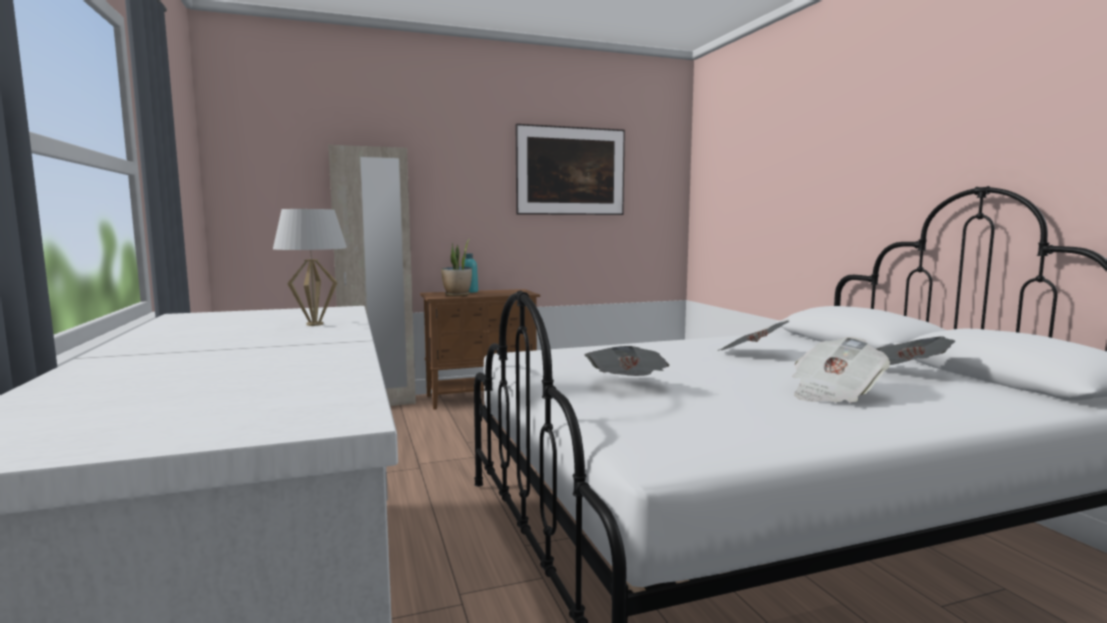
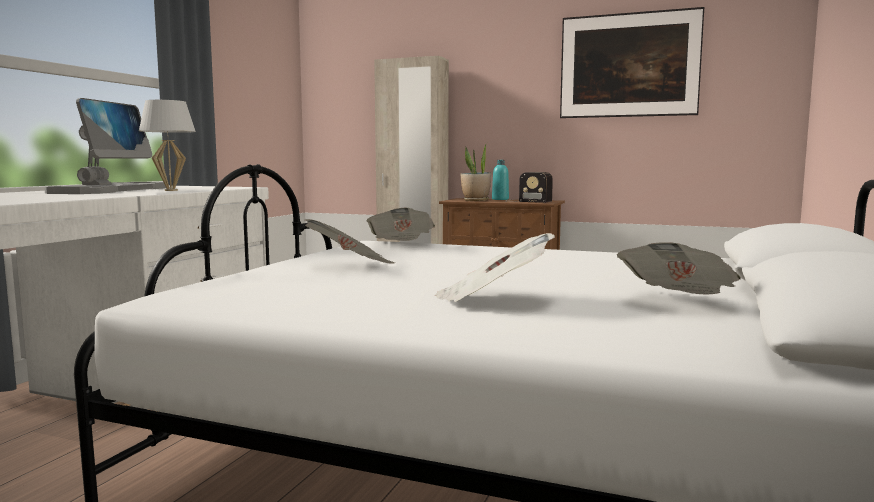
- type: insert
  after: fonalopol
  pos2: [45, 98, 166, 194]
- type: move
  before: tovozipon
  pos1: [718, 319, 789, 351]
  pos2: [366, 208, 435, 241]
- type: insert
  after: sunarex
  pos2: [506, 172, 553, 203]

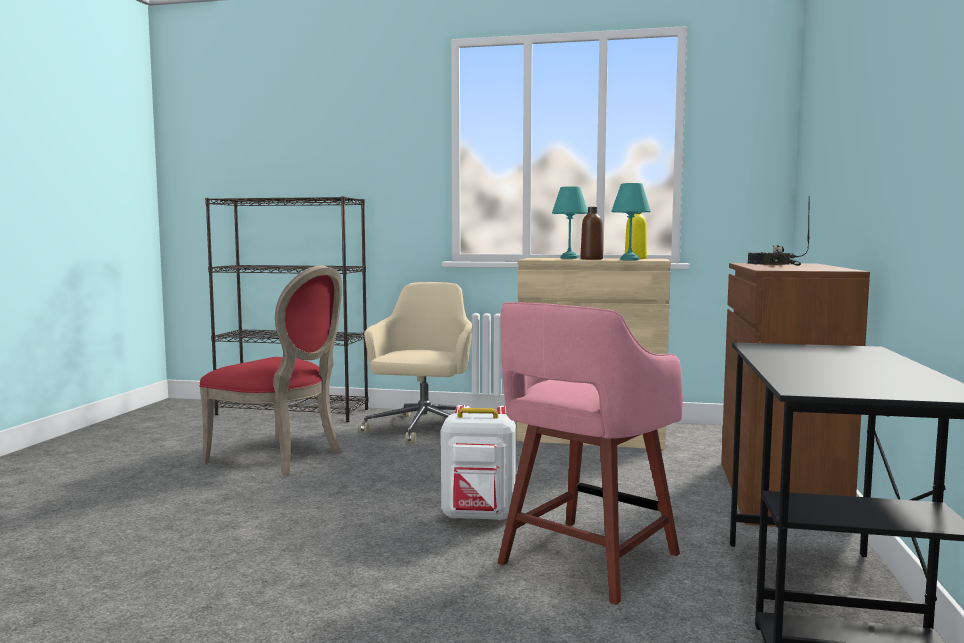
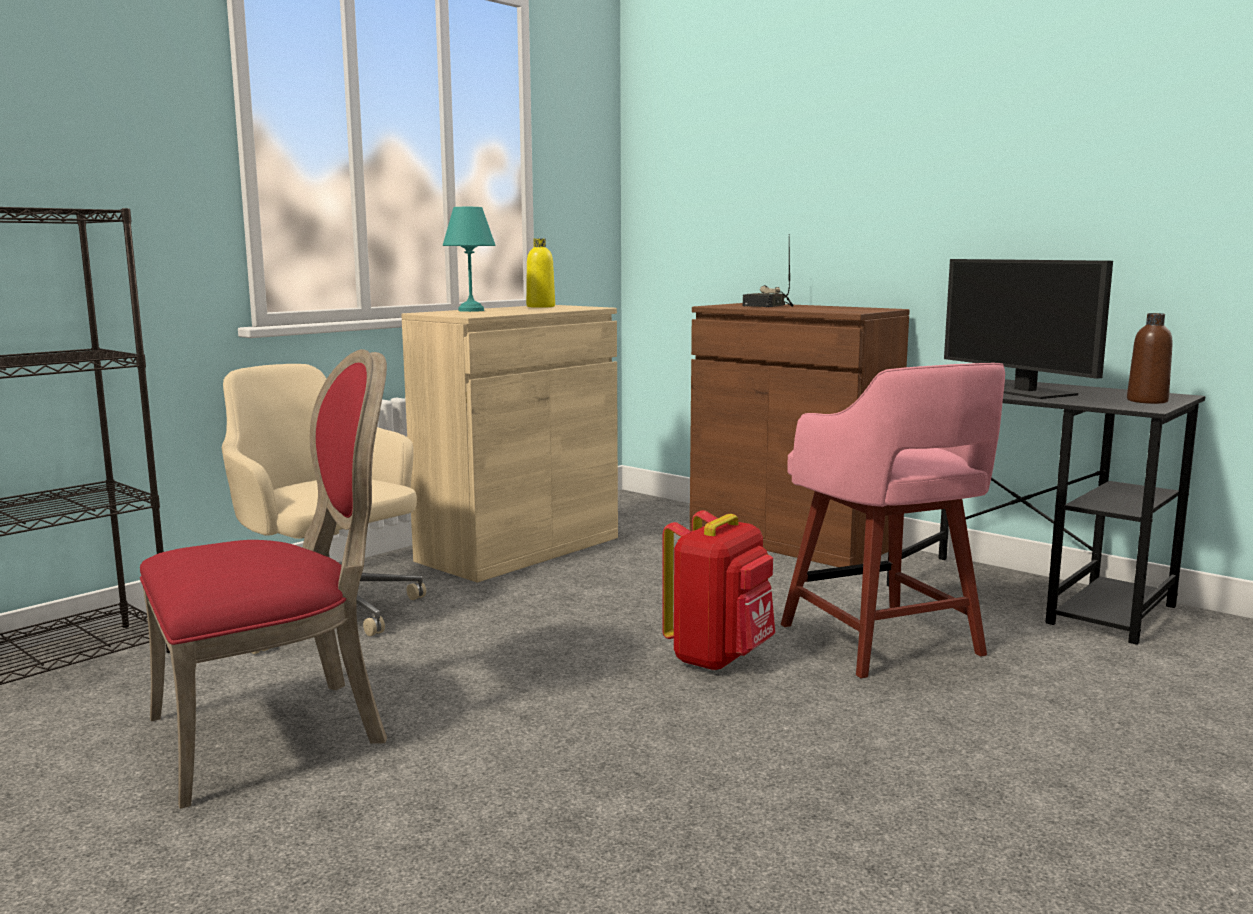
- type: recolor
  before: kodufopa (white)
  after: kodufopa (red)
  pos1: [441, 405, 516, 521]
  pos2: [662, 510, 775, 671]
- type: insert
  after: fonalopol
  pos2: [944, 259, 1113, 399]
- type: move
  before: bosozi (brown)
  pos1: [580, 207, 603, 260]
  pos2: [1127, 313, 1173, 404]
- type: delete
  before: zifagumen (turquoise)
  pos1: [611, 183, 651, 260]

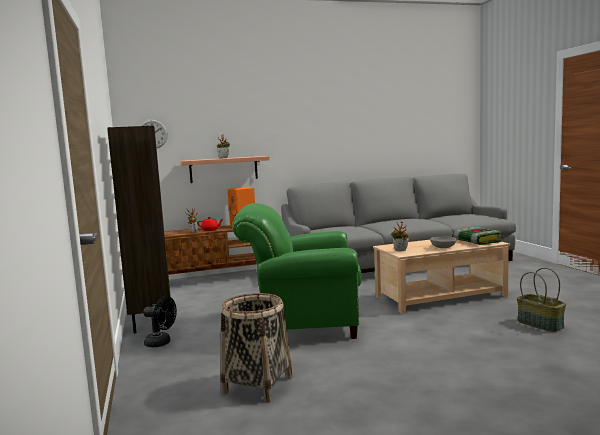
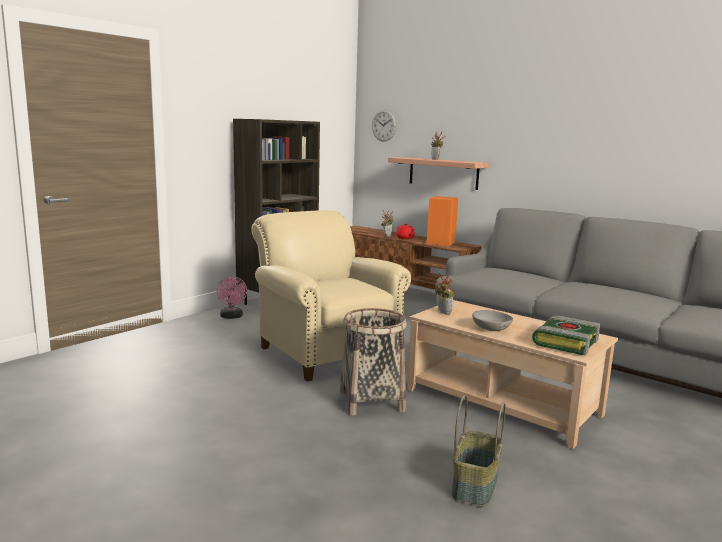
- type: recolor
  before: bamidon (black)
  after: bamidon (pink)
  pos1: [143, 296, 177, 347]
  pos2: [217, 276, 247, 319]
- type: recolor
  before: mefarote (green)
  after: mefarote (beige)
  pos1: [232, 203, 362, 339]
  pos2: [251, 210, 411, 382]
- type: move
  before: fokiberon
  pos1: [220, 293, 293, 402]
  pos2: [340, 308, 407, 415]

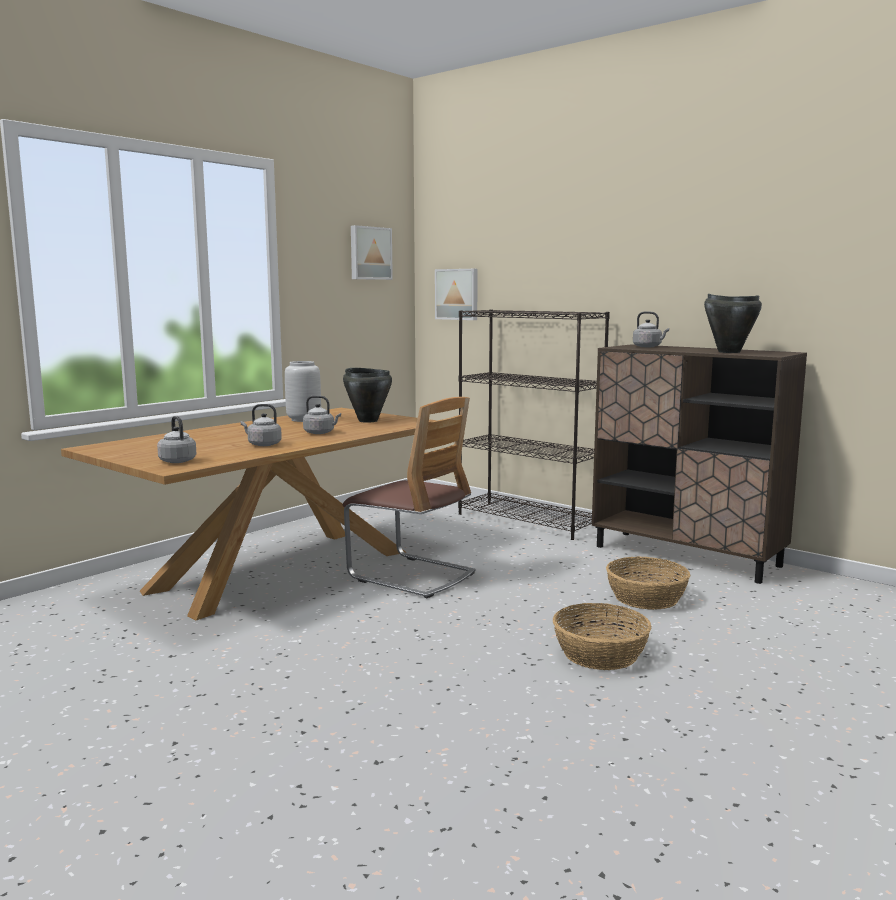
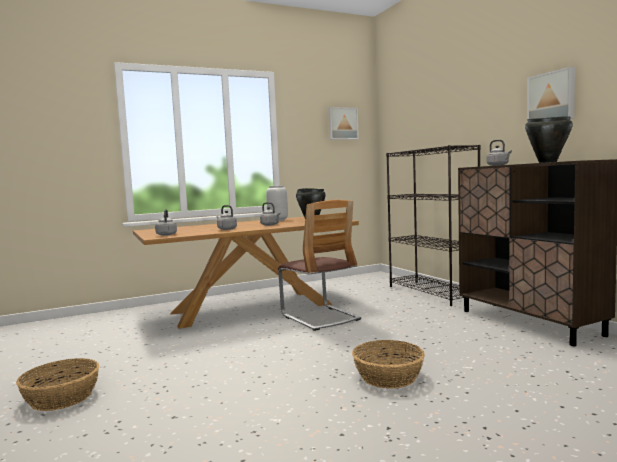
- type: move
  before: fokiberon
  pos1: [606, 556, 690, 610]
  pos2: [16, 358, 100, 411]
- type: move
  before: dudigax
  pos1: [435, 269, 478, 320]
  pos2: [527, 67, 575, 123]

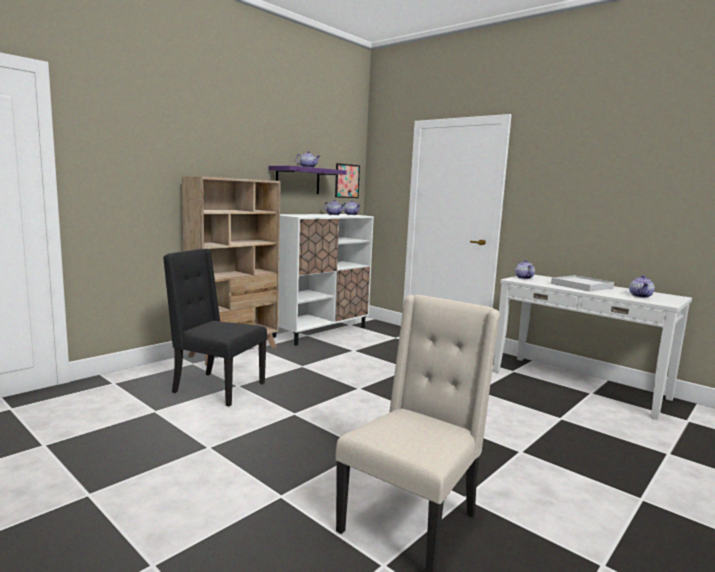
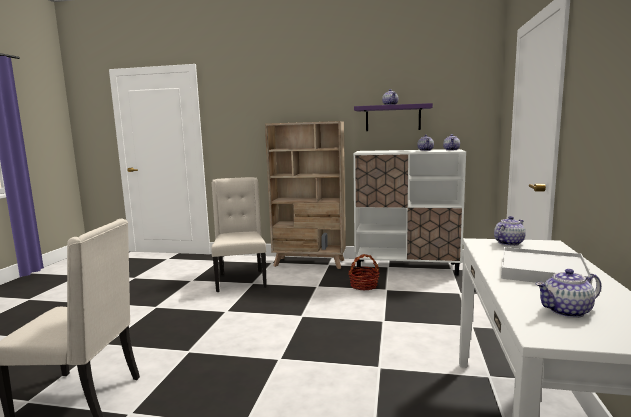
- type: recolor
  before: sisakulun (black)
  after: sisakulun (beige)
  pos1: [163, 249, 267, 407]
  pos2: [211, 177, 267, 292]
- type: insert
  after: fokiberon
  pos2: [349, 254, 380, 290]
- type: delete
  before: dudigax
  pos1: [335, 163, 360, 198]

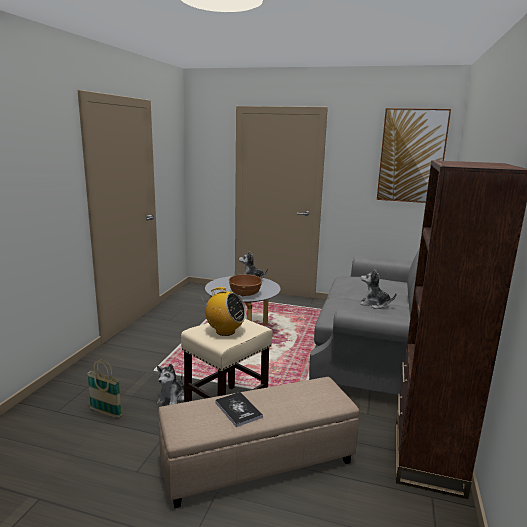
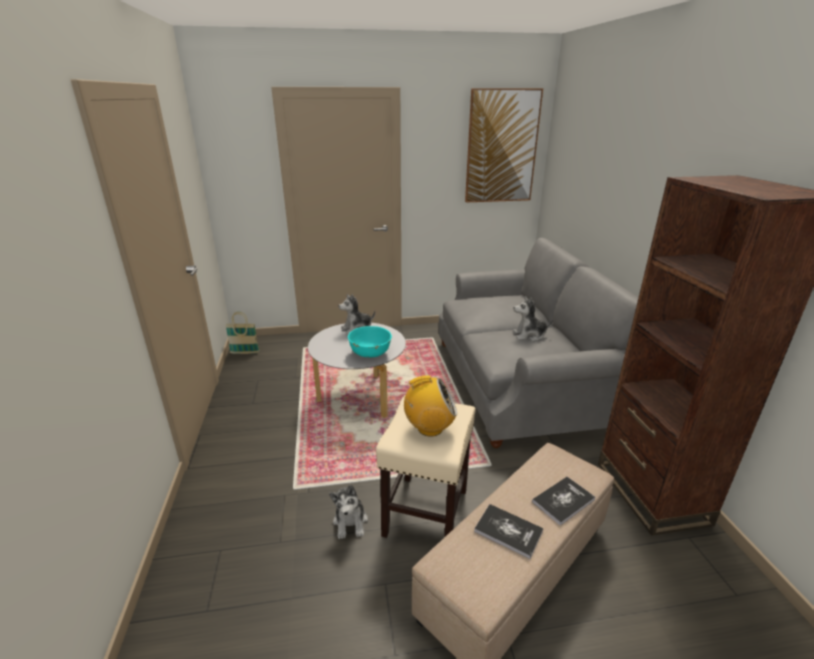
- type: move
  before: fokiberon
  pos1: [87, 359, 122, 418]
  pos2: [225, 312, 259, 354]
- type: recolor
  before: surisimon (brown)
  after: surisimon (turquoise)
  pos1: [229, 274, 262, 297]
  pos2: [348, 326, 392, 358]
- type: insert
  after: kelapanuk
  pos2: [532, 477, 595, 526]

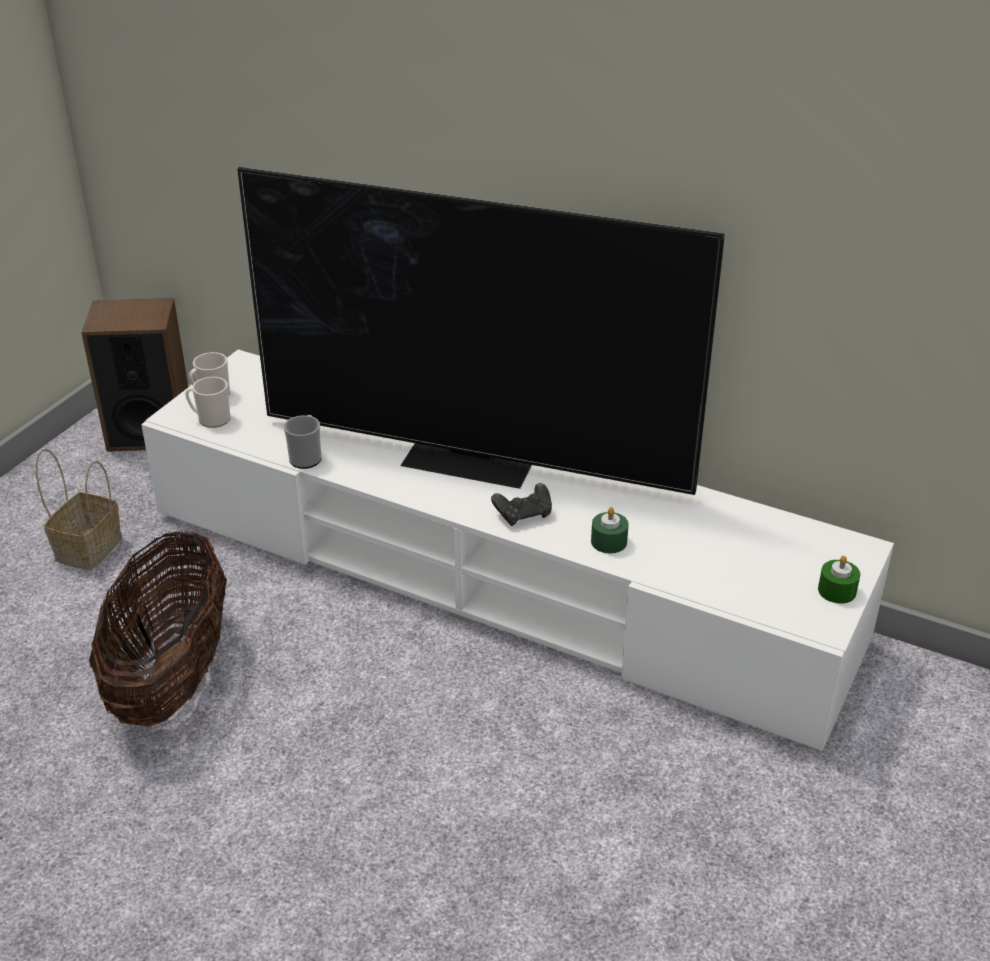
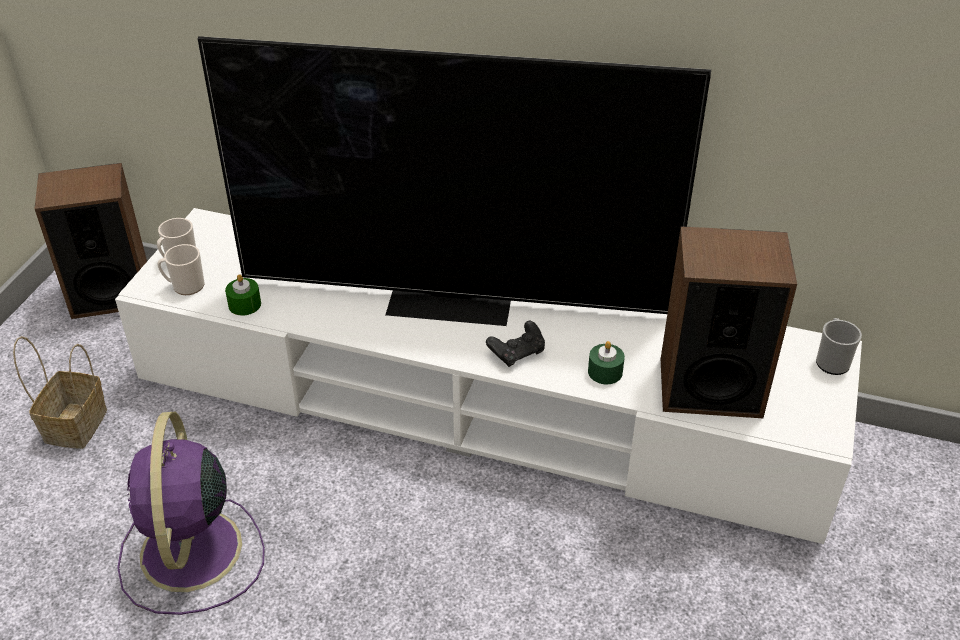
- type: replace
  before: fokiberon
  after: bamidon (purple)
  pos1: [89, 530, 227, 727]
  pos2: [117, 412, 265, 615]
- type: move
  before: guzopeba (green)
  pos1: [818, 556, 860, 604]
  pos2: [225, 274, 261, 316]
- type: insert
  after: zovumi
  pos2: [661, 226, 797, 418]
- type: move
  before: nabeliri
  pos1: [284, 415, 322, 469]
  pos2: [816, 318, 862, 375]

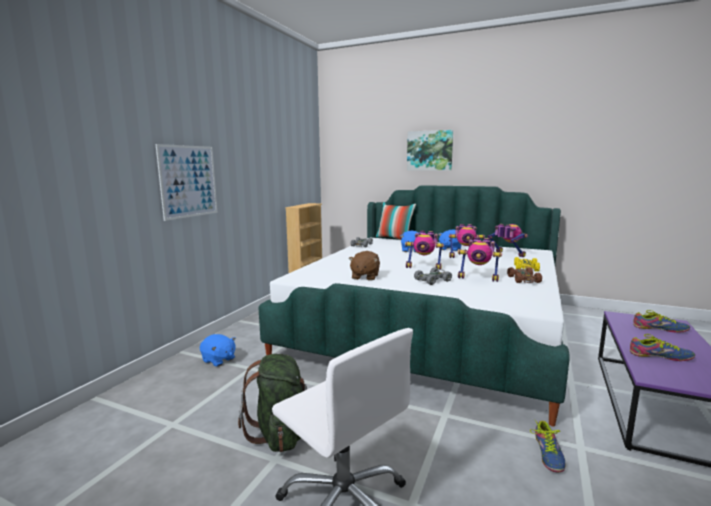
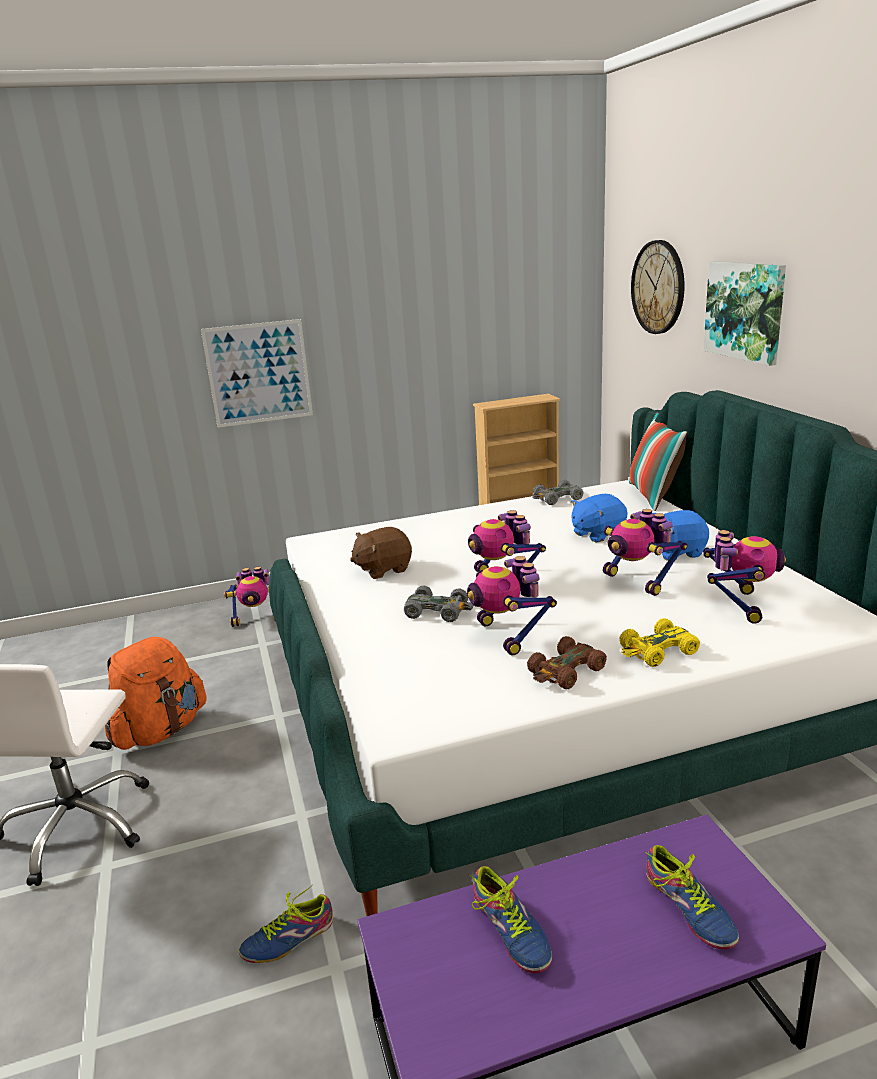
- type: recolor
  before: kodufopa (green)
  after: kodufopa (orange)
  pos1: [238, 354, 307, 452]
  pos2: [105, 637, 207, 750]
- type: replace
  before: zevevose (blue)
  after: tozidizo
  pos1: [200, 334, 236, 367]
  pos2: [224, 567, 275, 627]
- type: insert
  after: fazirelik
  pos2: [631, 240, 685, 334]

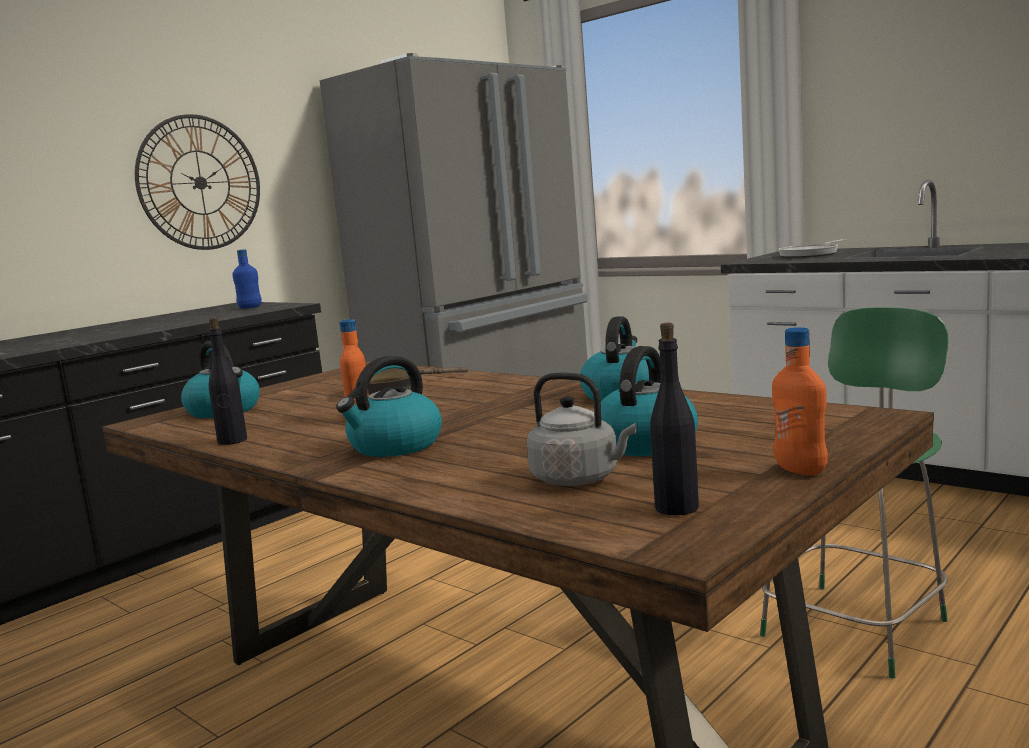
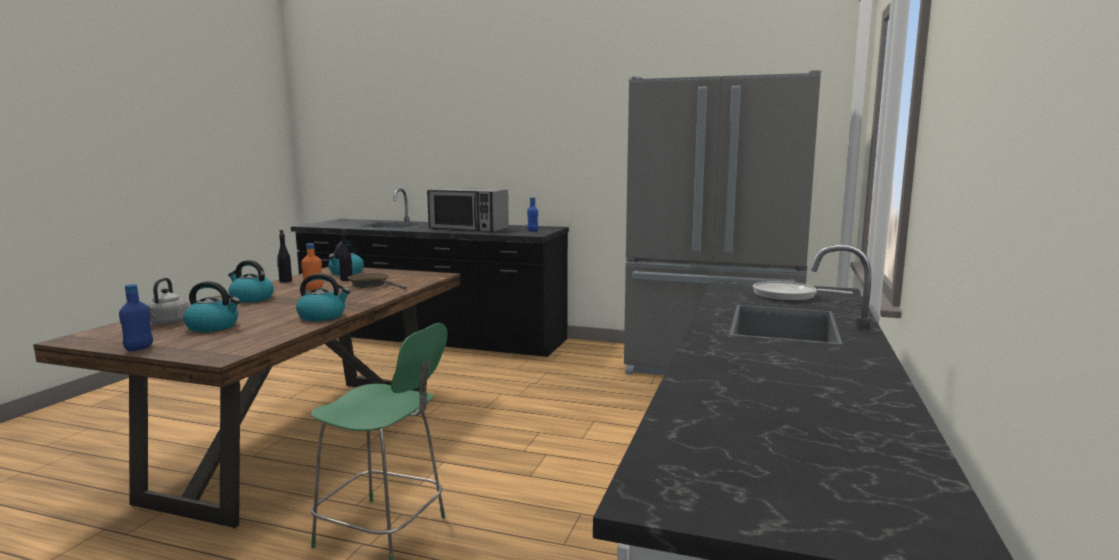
- type: recolor
  before: bosozi (orange)
  after: bosozi (blue)
  pos1: [772, 327, 828, 475]
  pos2: [119, 284, 153, 351]
- type: move
  before: bosozi (black)
  pos1: [650, 323, 699, 515]
  pos2: [339, 229, 352, 281]
- type: insert
  after: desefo
  pos2: [427, 188, 509, 232]
- type: delete
  before: fazirelik
  pos1: [135, 114, 260, 250]

